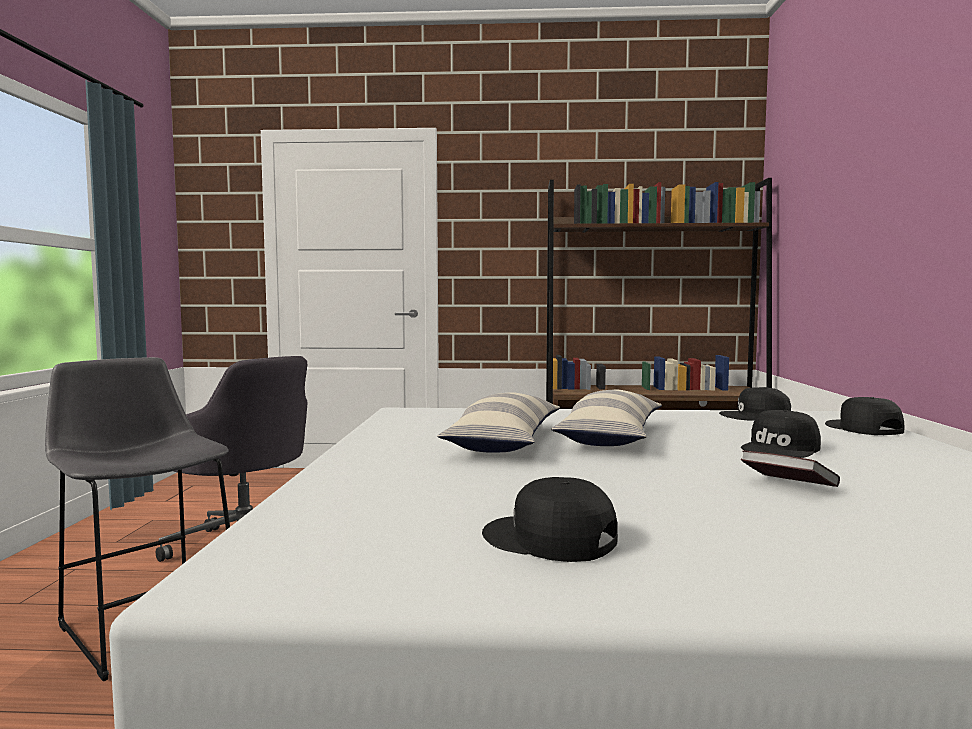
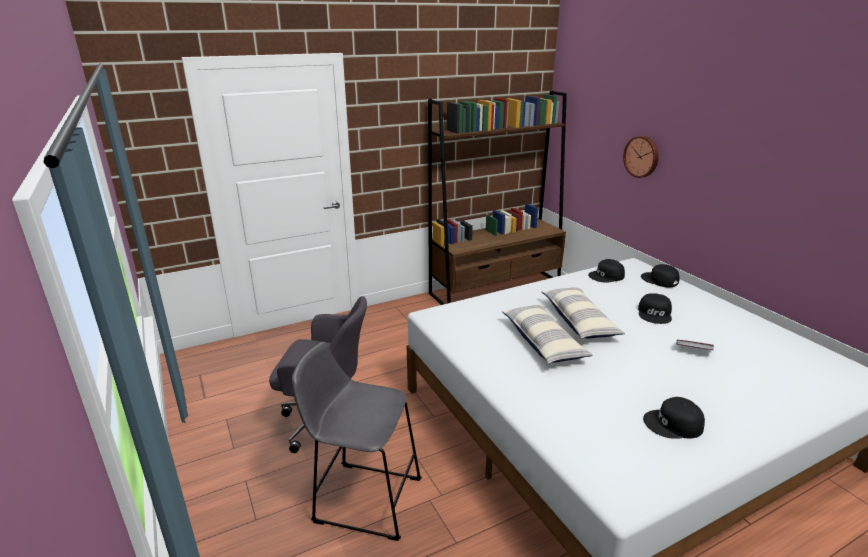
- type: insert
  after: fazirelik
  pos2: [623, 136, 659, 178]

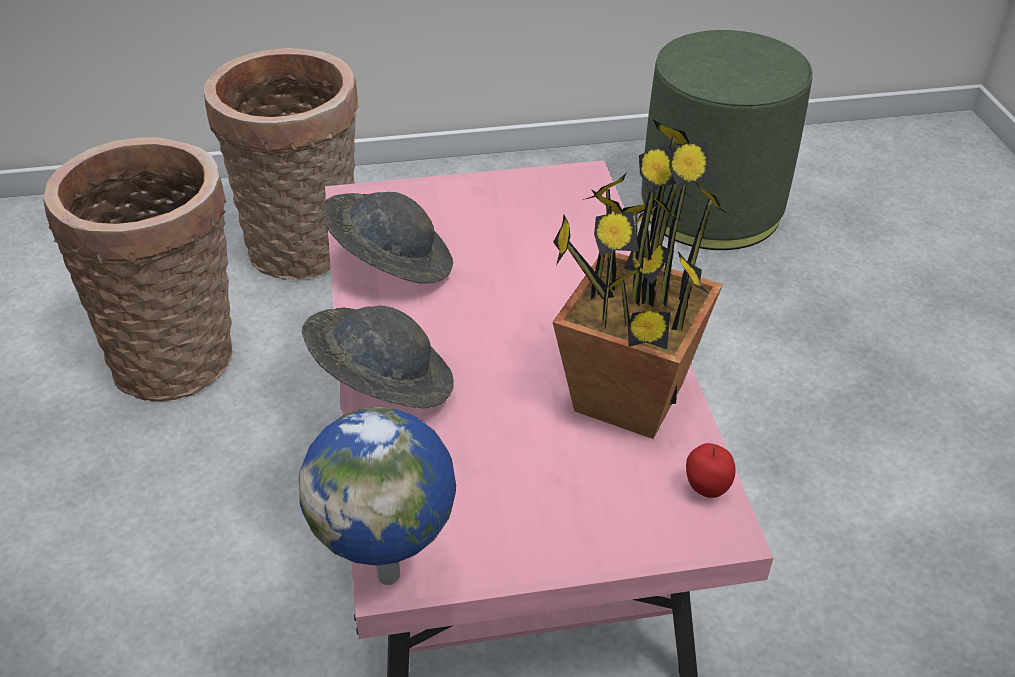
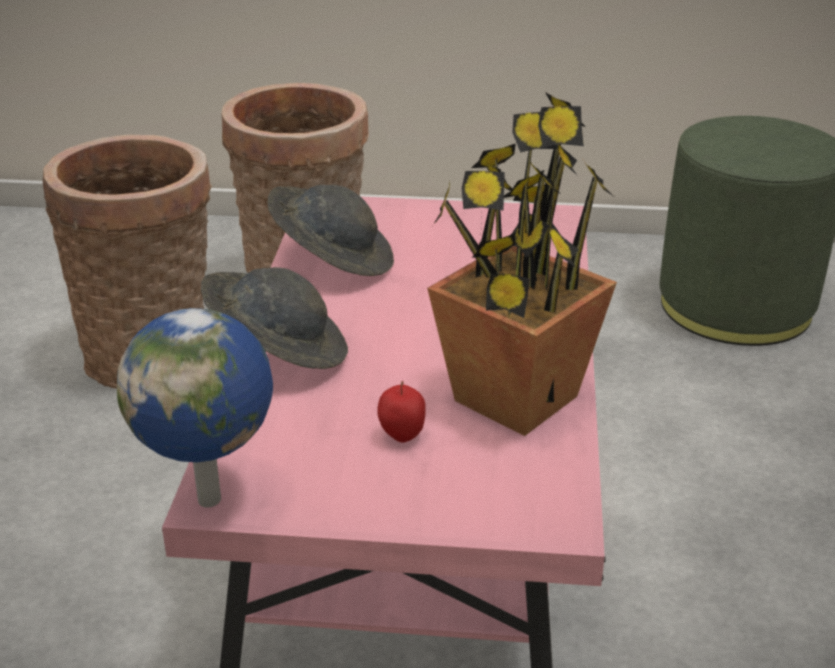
- type: move
  before: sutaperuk
  pos1: [686, 443, 736, 498]
  pos2: [377, 381, 426, 442]

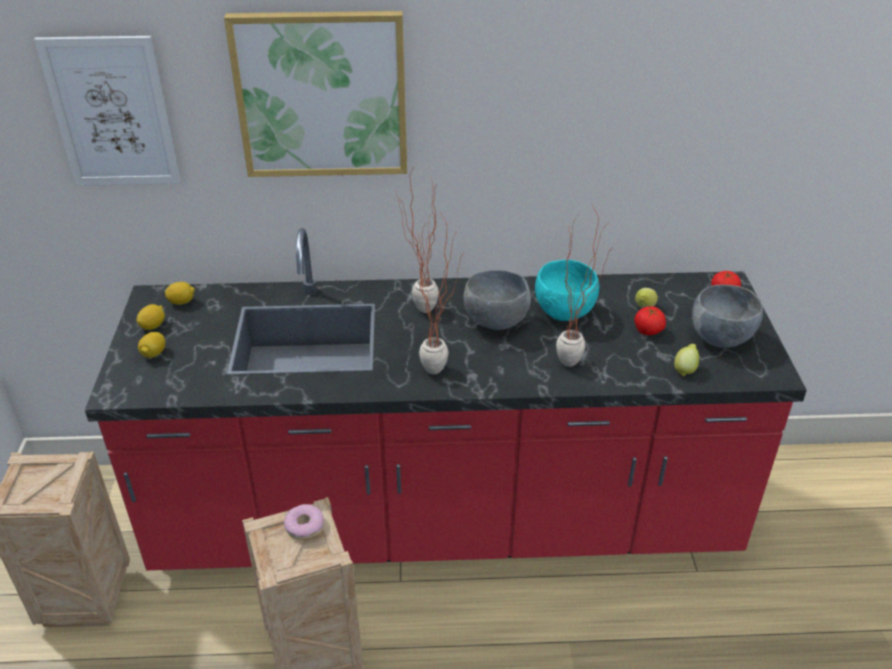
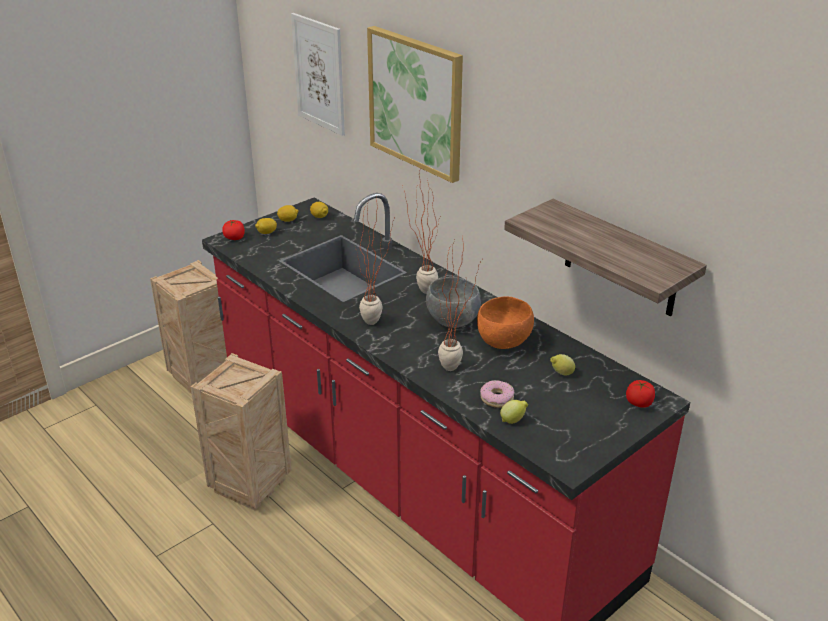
- type: move
  before: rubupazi
  pos1: [635, 306, 666, 335]
  pos2: [222, 220, 245, 240]
- type: recolor
  before: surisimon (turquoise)
  after: surisimon (orange)
  pos1: [535, 260, 599, 321]
  pos2: [477, 297, 534, 349]
- type: move
  before: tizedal
  pos1: [284, 504, 324, 540]
  pos2: [480, 380, 515, 408]
- type: insert
  after: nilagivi
  pos2: [504, 199, 707, 316]
- type: delete
  before: surisimon (grey)
  pos1: [692, 284, 763, 348]

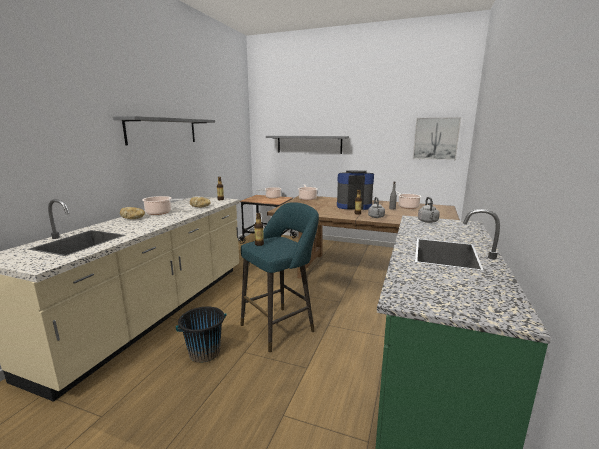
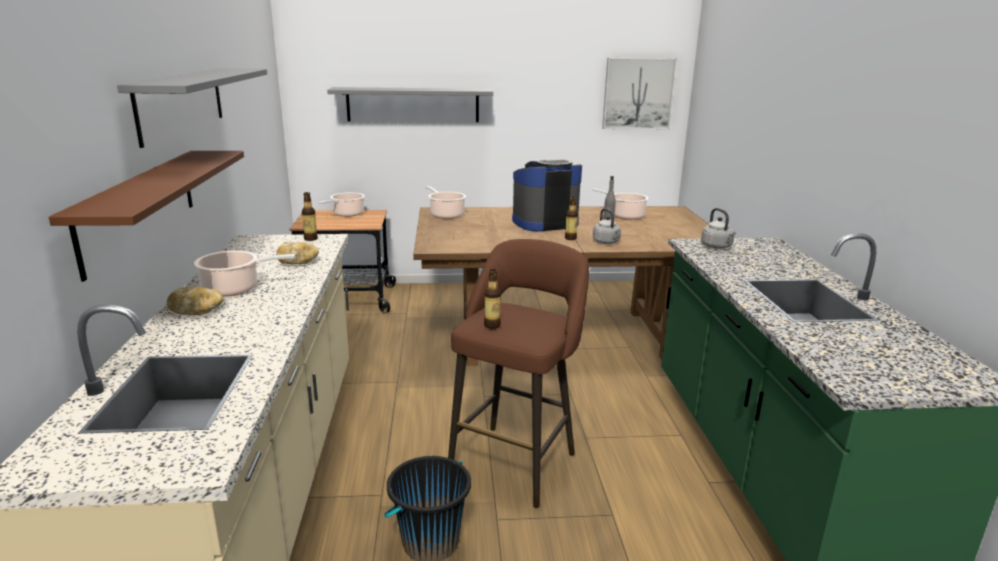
- type: insert
  after: nilagivi (brown)
  pos2: [49, 151, 244, 282]
- type: recolor
  before: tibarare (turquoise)
  after: tibarare (brown)
  pos1: [241, 202, 319, 352]
  pos2: [448, 239, 589, 508]

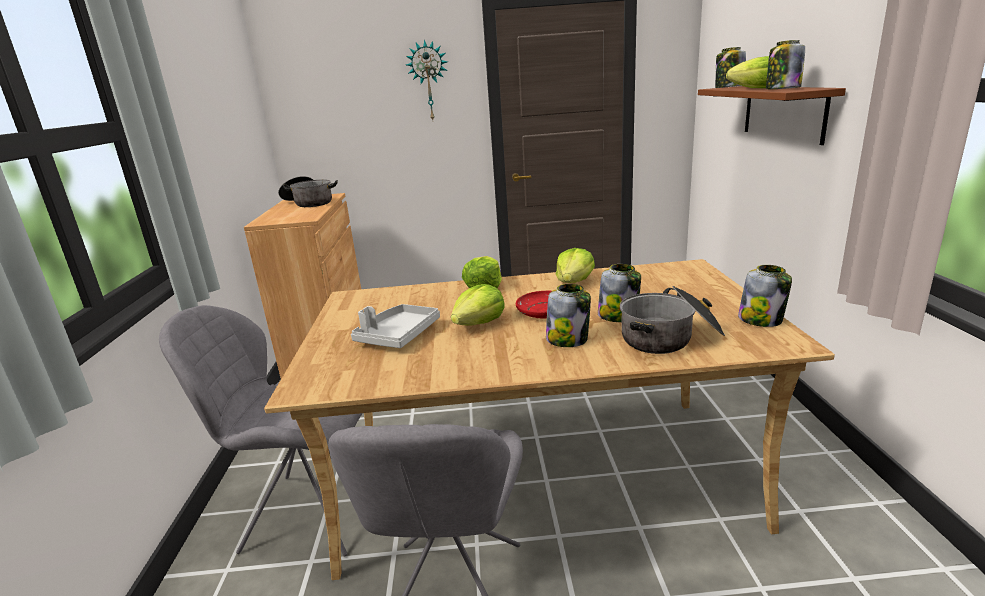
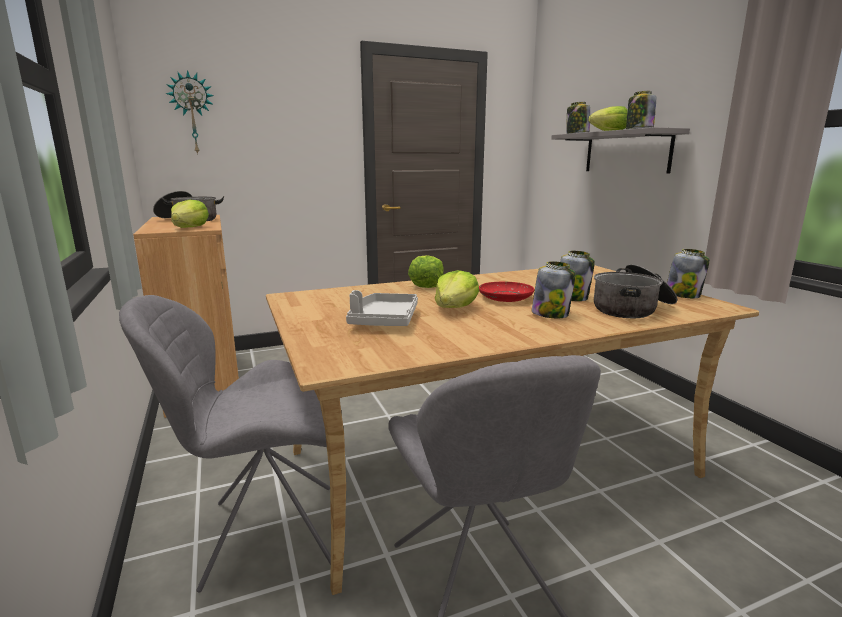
- type: move
  before: fazirelik
  pos1: [406, 39, 448, 120]
  pos2: [166, 70, 214, 155]
- type: move
  before: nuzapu
  pos1: [556, 248, 595, 283]
  pos2: [171, 200, 209, 228]
- type: recolor
  before: nilagivi (brown)
  after: nilagivi (grey)
  pos1: [698, 86, 846, 145]
  pos2: [551, 127, 690, 174]

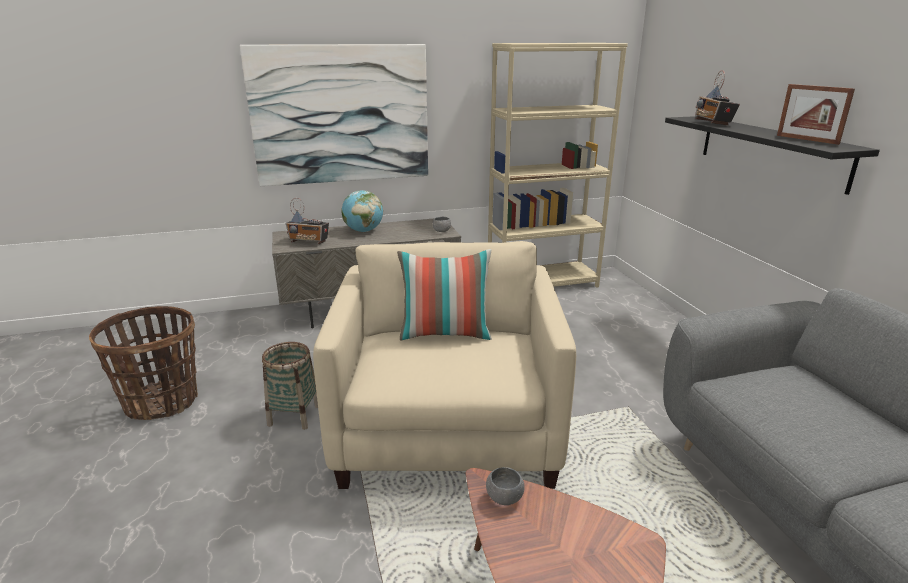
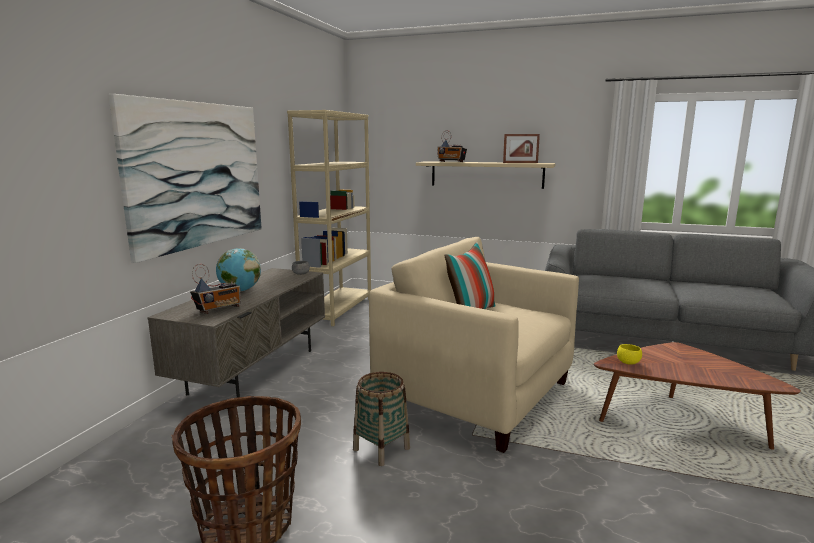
- type: recolor
  before: nilagivi (black)
  after: nilagivi (beige)
  pos1: [665, 116, 880, 195]
  pos2: [416, 161, 556, 189]
- type: recolor
  before: surisimon (grey)
  after: surisimon (yellow)
  pos1: [486, 467, 525, 505]
  pos2: [617, 344, 642, 365]

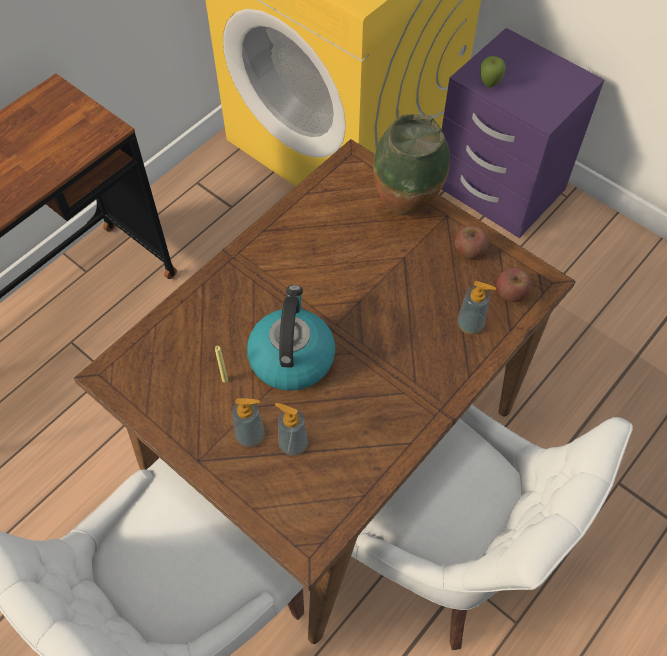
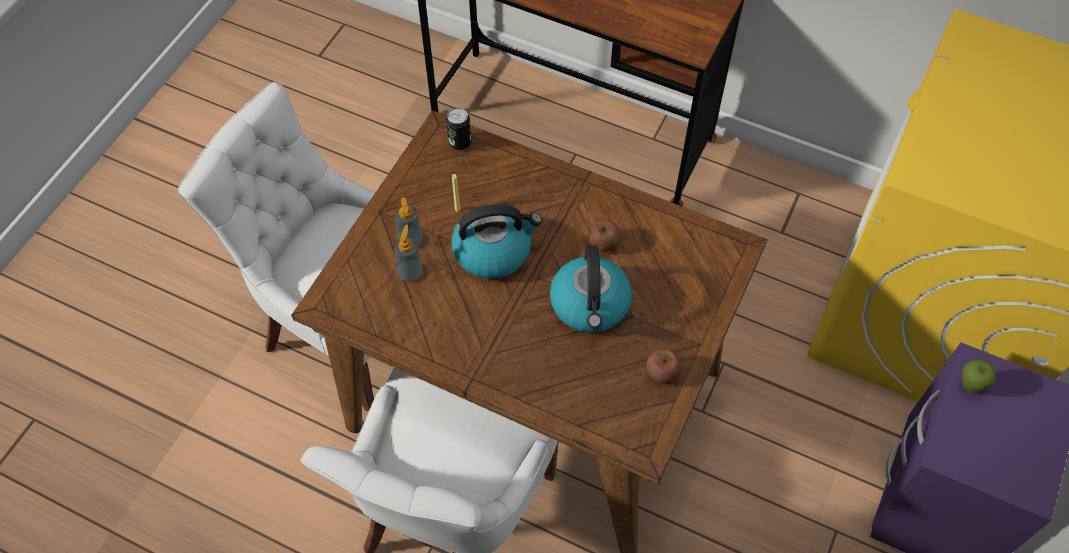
- type: insert
  after: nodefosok
  pos2: [446, 107, 472, 150]
- type: insert
  after: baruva
  pos2: [550, 246, 632, 333]
- type: move
  before: sutaperuk
  pos1: [496, 267, 532, 302]
  pos2: [588, 219, 621, 252]
- type: delete
  before: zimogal
  pos1: [373, 114, 450, 215]
- type: delete
  before: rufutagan
  pos1: [457, 281, 496, 335]

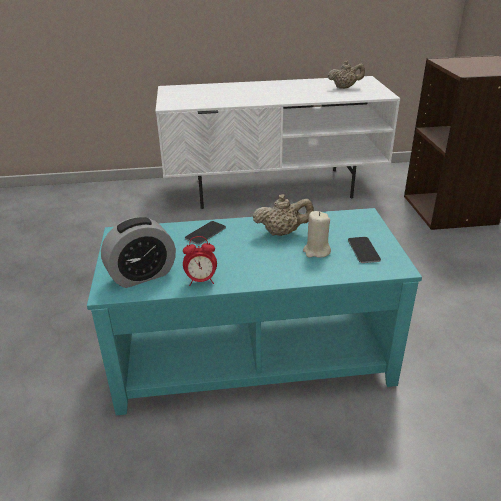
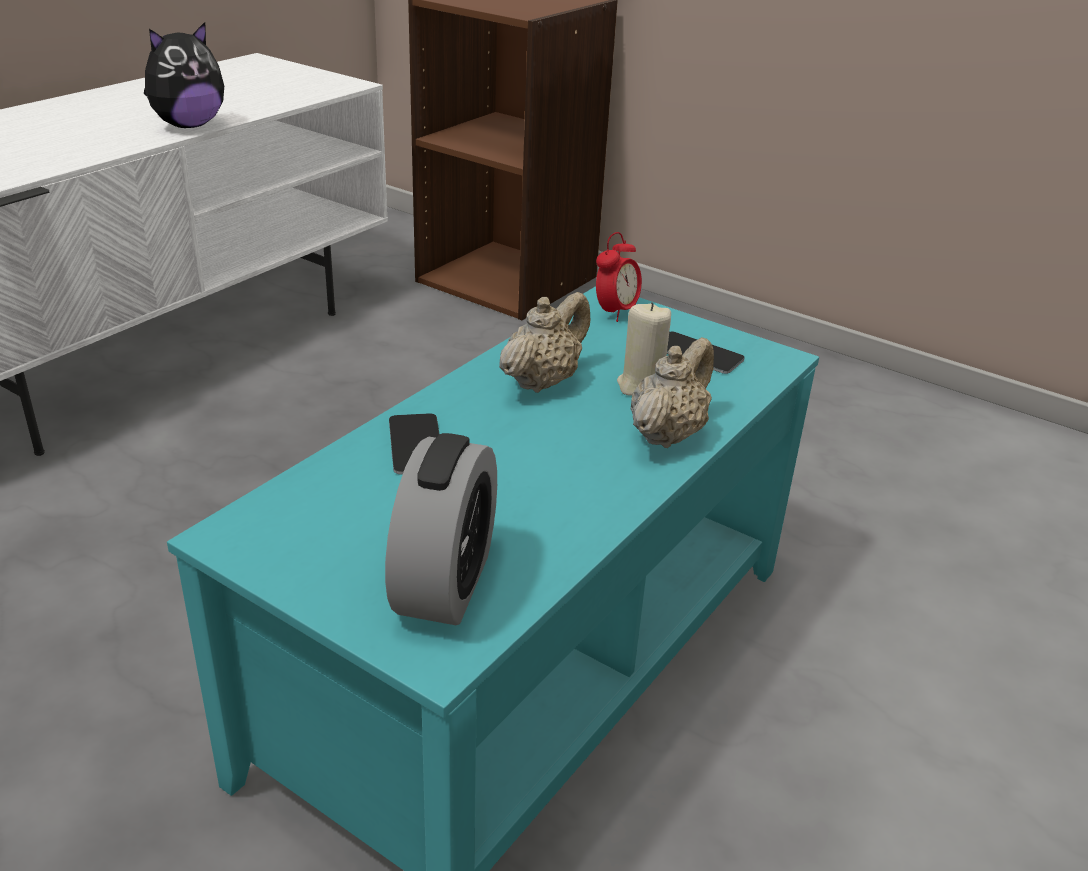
- type: insert
  after: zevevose
  pos2: [144, 22, 224, 128]
- type: move
  before: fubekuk
  pos1: [183, 236, 217, 286]
  pos2: [596, 232, 642, 322]
- type: move
  before: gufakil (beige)
  pos1: [328, 60, 365, 89]
  pos2: [631, 337, 714, 448]

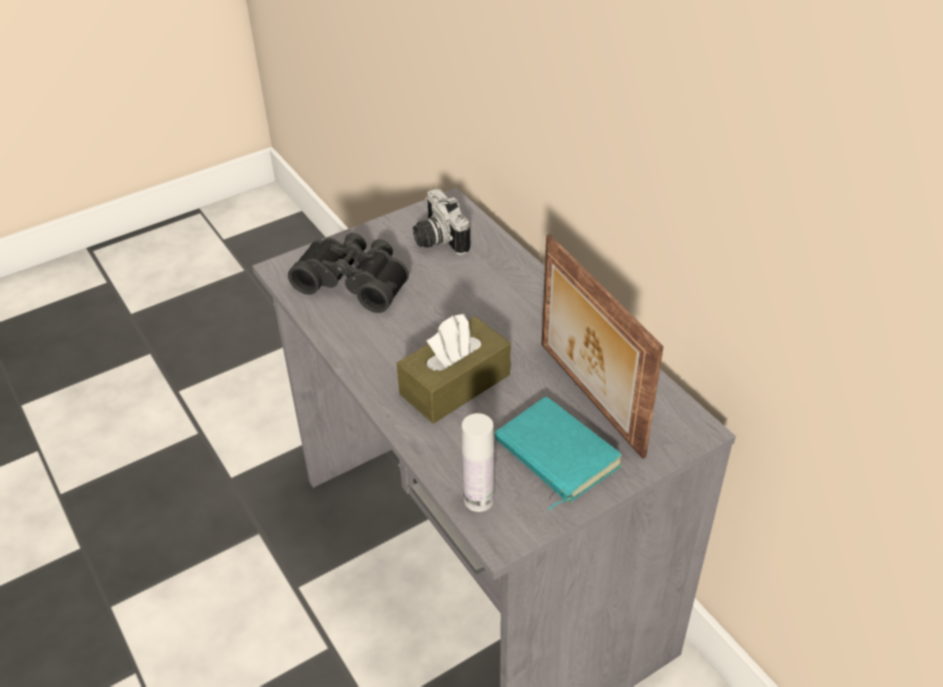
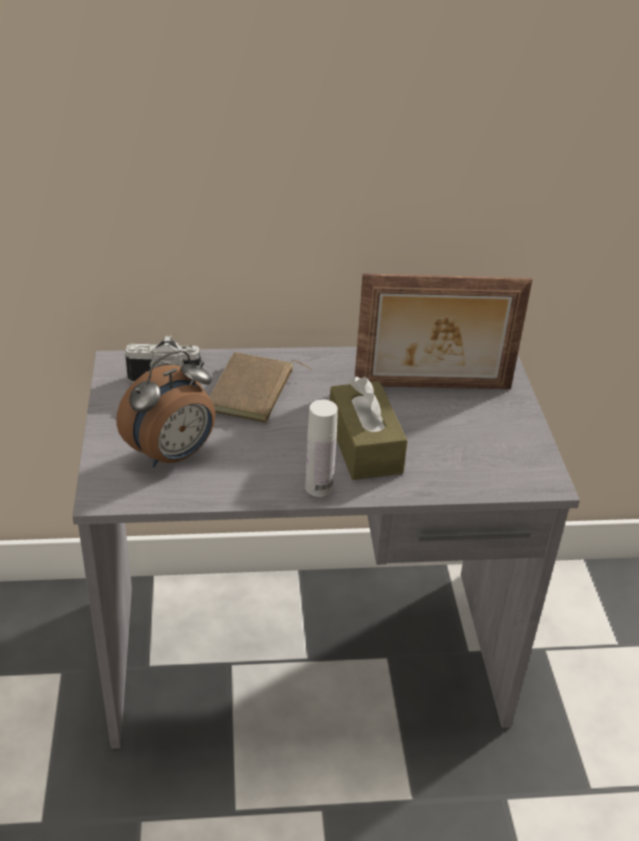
- type: replace
  before: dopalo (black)
  after: fubekuk
  pos1: [288, 233, 409, 313]
  pos2: [116, 350, 216, 467]
- type: insert
  after: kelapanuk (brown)
  pos2: [209, 352, 311, 423]
- type: move
  before: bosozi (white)
  pos1: [462, 413, 494, 512]
  pos2: [305, 399, 338, 497]
- type: delete
  before: kelapanuk (turquoise)
  pos1: [495, 397, 622, 511]

